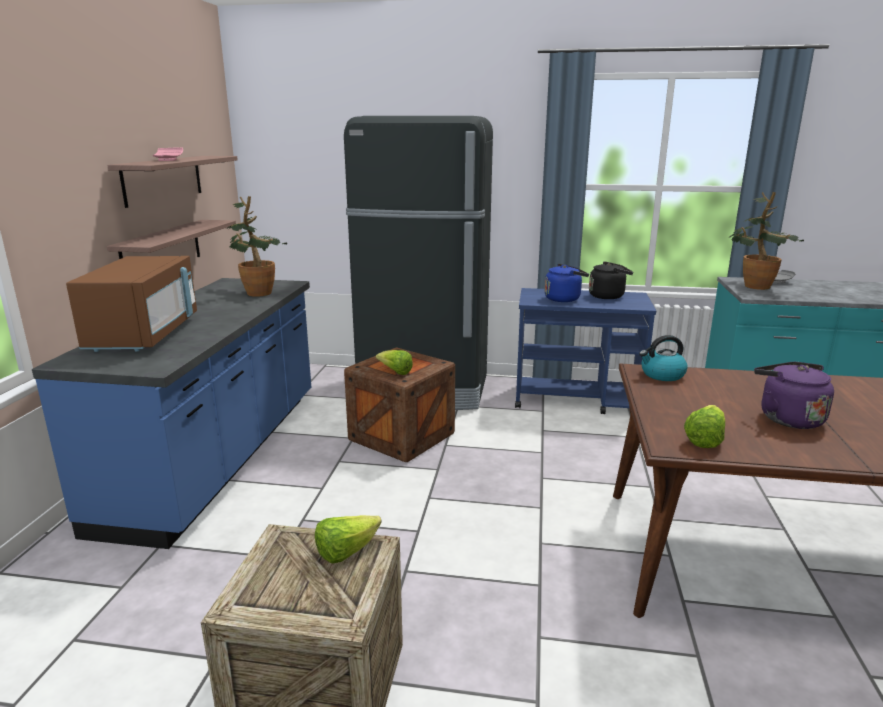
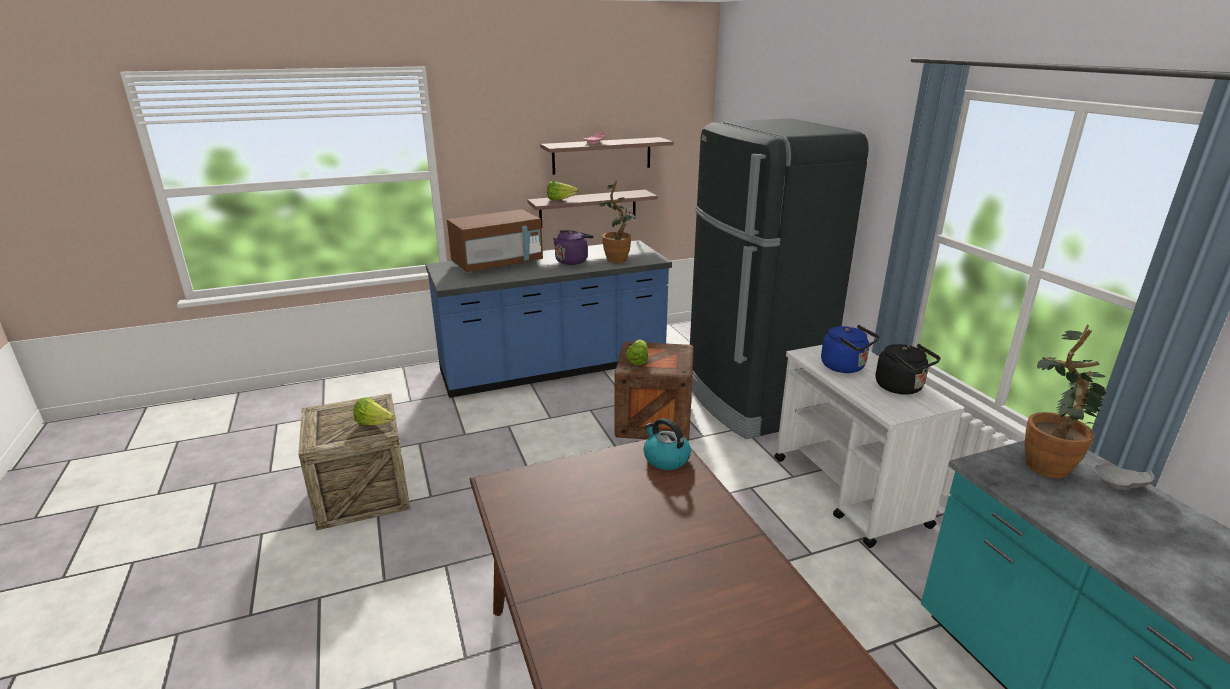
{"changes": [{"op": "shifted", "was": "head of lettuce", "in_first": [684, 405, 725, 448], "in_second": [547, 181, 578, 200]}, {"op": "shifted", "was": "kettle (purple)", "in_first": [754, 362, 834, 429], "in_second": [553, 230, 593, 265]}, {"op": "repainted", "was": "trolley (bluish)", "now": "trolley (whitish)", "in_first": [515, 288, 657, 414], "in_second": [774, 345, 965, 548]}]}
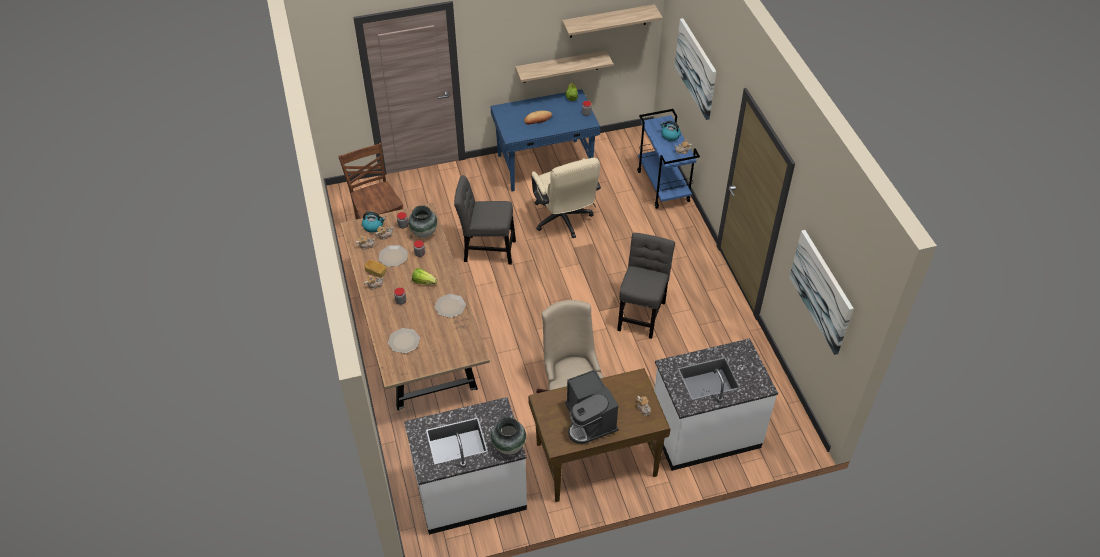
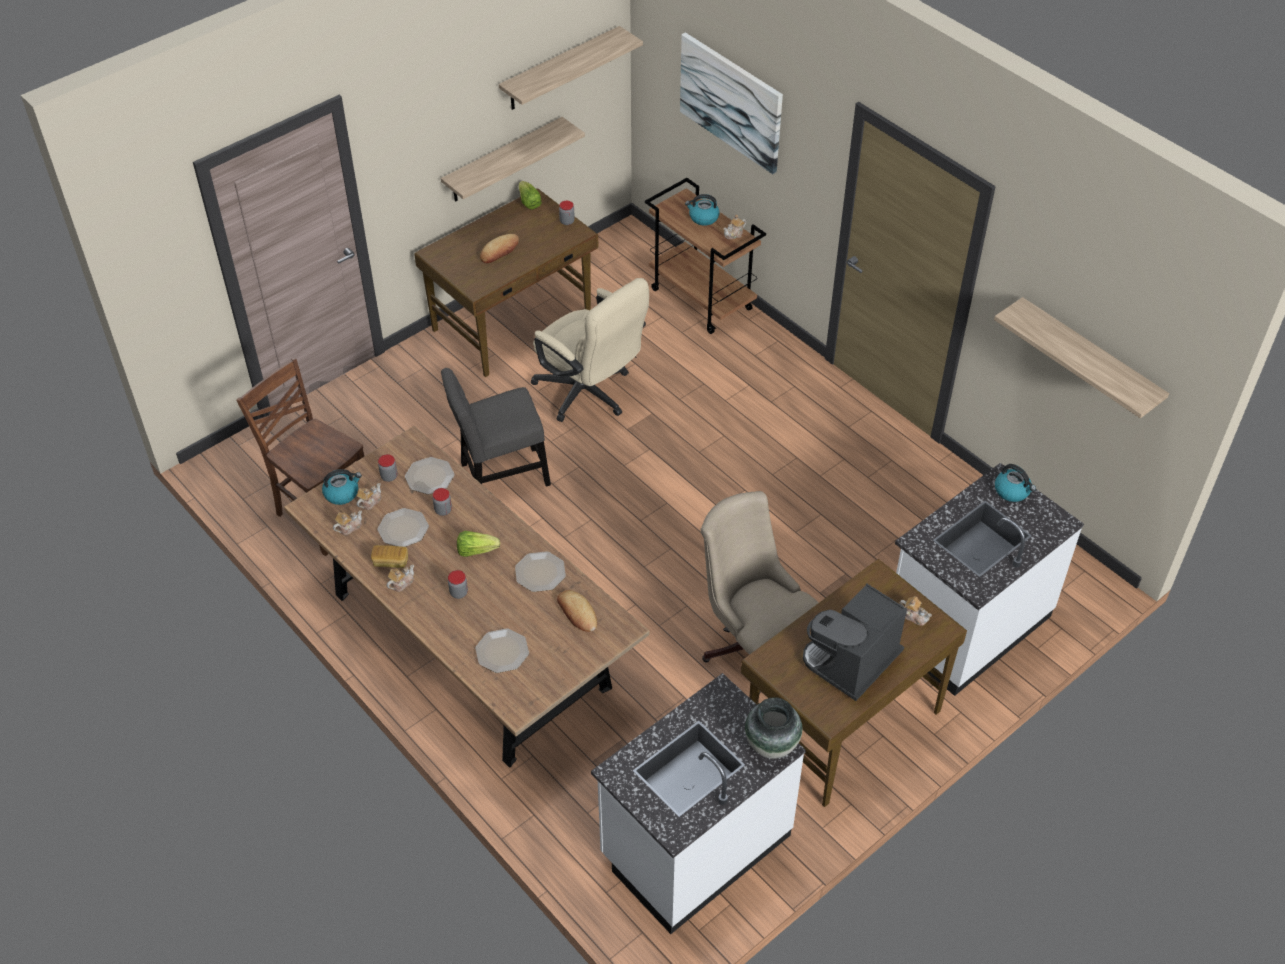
{"changes": [{"op": "swapped", "was": "decorative vase", "now": "plate", "in_first": [408, 205, 437, 238], "in_second": [405, 457, 455, 494]}, {"op": "repainted", "was": "desk (bluish)", "now": "desk (brownish)", "in_first": [491, 89, 600, 191], "in_second": [414, 188, 599, 377]}, {"op": "new", "now": "baked bread", "in_second": [557, 590, 597, 632]}, {"op": "repainted", "was": "trolley (bluish)", "now": "trolley (brownish)", "in_first": [637, 109, 700, 209], "in_second": [645, 178, 766, 334]}, {"op": "rotated", "was": "coffee maker", "in_first": [565, 370, 619, 444], "in_second": [803, 584, 907, 701], "clockwise": 90}, {"op": "swapped", "was": "picture", "now": "bracket shelf", "in_first": [789, 230, 854, 355], "in_second": [994, 297, 1169, 418]}, {"op": "new", "now": "kettle", "in_second": [995, 464, 1036, 502]}, {"op": "gone", "was": "upright chair (grey)", "in_first": [617, 233, 675, 339]}]}
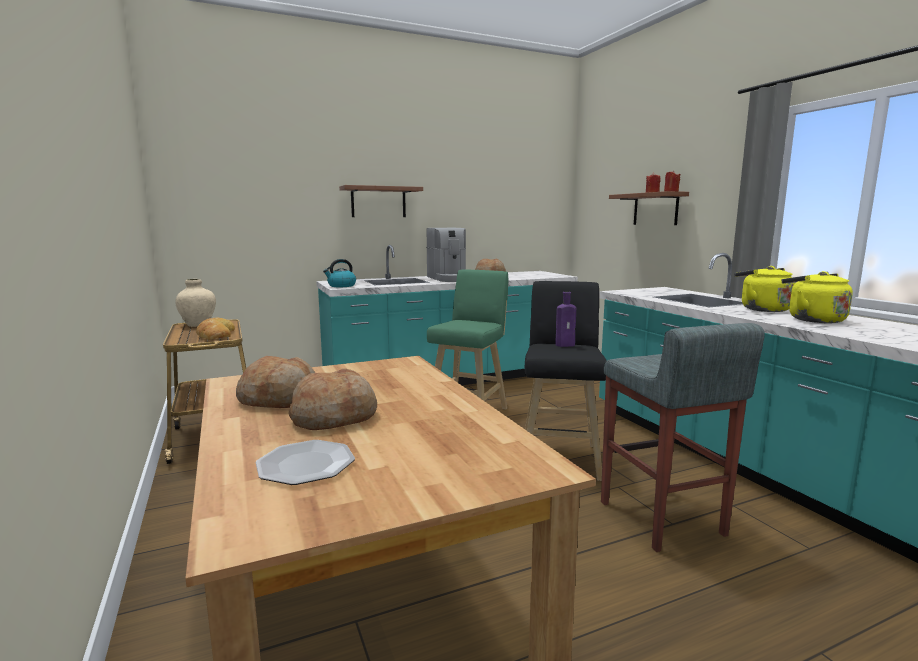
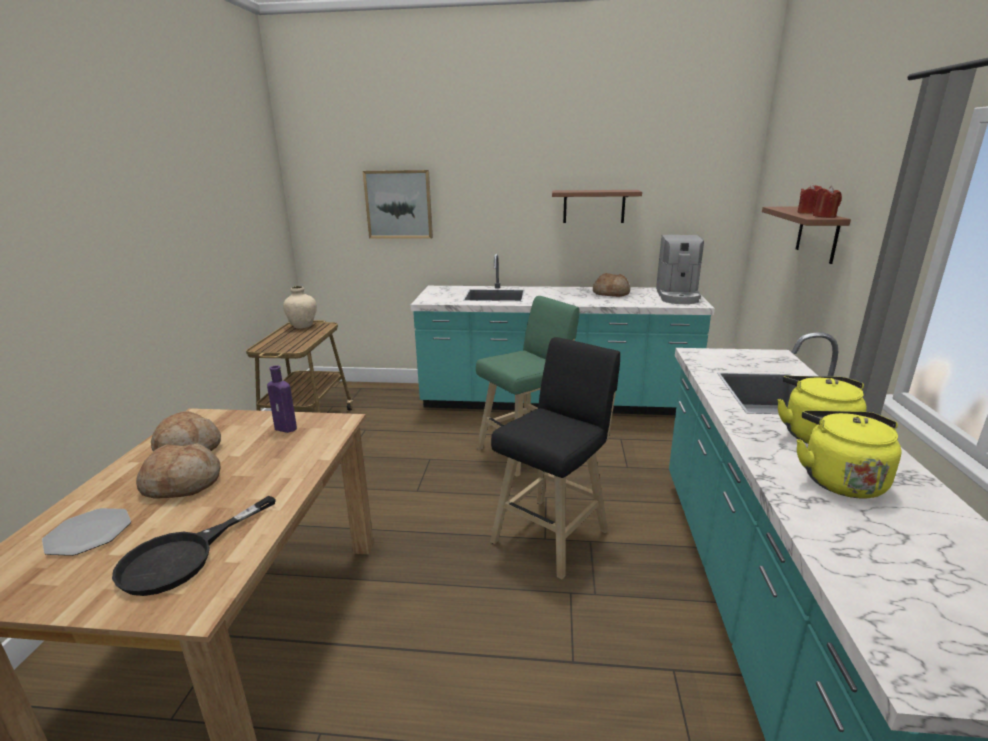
{"changes": [{"op": "new", "now": "pan (black-coloured)", "in_second": [112, 496, 276, 596]}, {"op": "shifted", "was": "drink bottle (purple)", "in_first": [555, 292, 576, 347], "in_second": [267, 366, 297, 433]}, {"op": "new", "now": "picture", "in_second": [363, 170, 433, 239]}, {"op": "shifted", "was": "bracket shelf (brownish)", "in_first": [339, 185, 423, 217], "in_second": [552, 190, 642, 223]}, {"op": "shifted", "was": "coffee maker", "in_first": [426, 228, 466, 282], "in_second": [656, 235, 704, 304]}, {"op": "gone", "was": "baked bread", "in_first": [196, 318, 235, 340]}, {"op": "gone", "was": "kettle", "in_first": [323, 259, 356, 287]}, {"op": "gone", "was": "sitting stool (grey)", "in_first": [601, 323, 765, 552]}]}
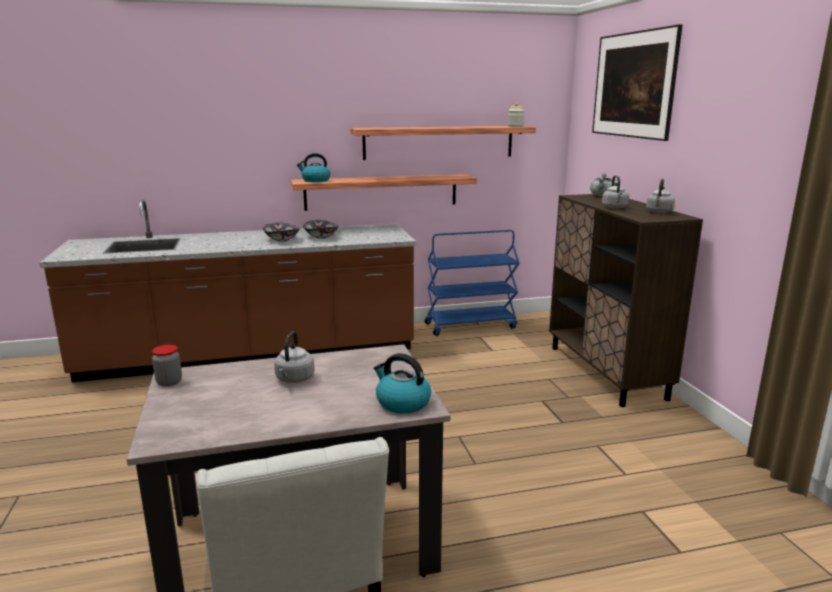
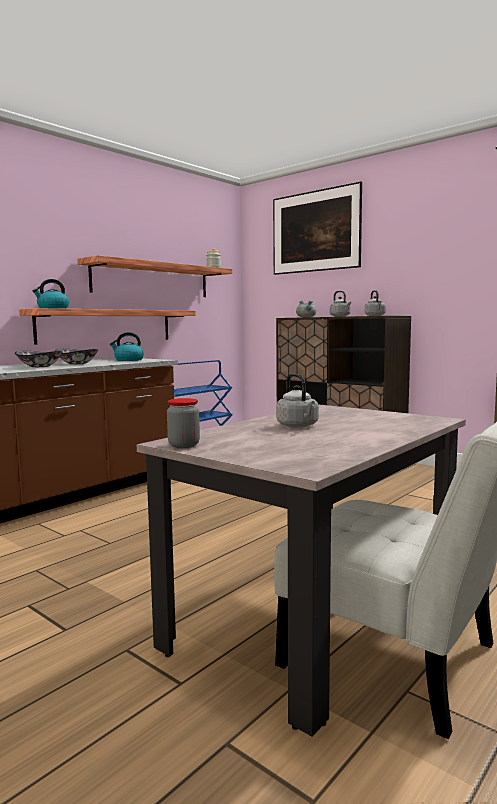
{"changes": [{"op": "shifted", "was": "kettle", "in_first": [374, 353, 431, 414], "in_second": [110, 332, 144, 361]}]}
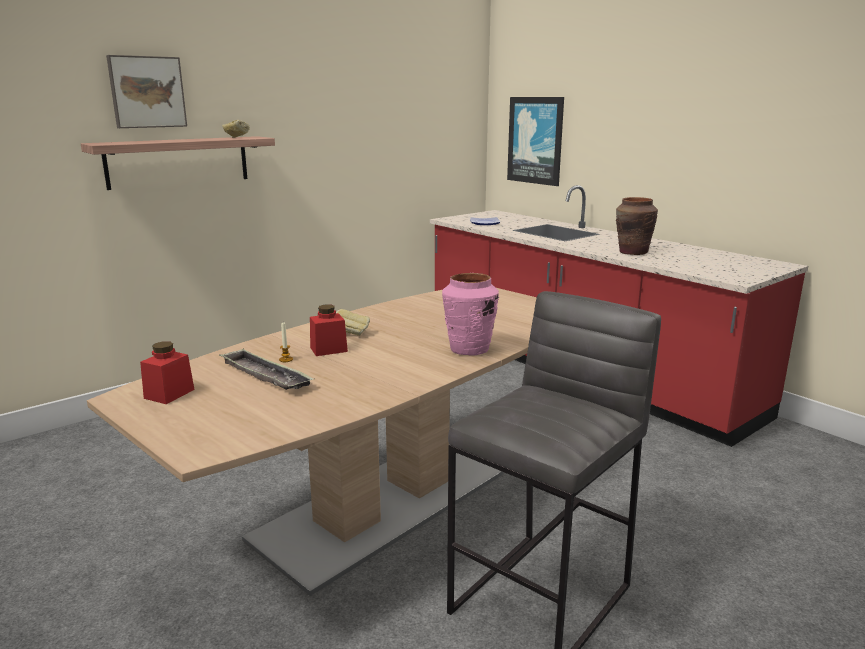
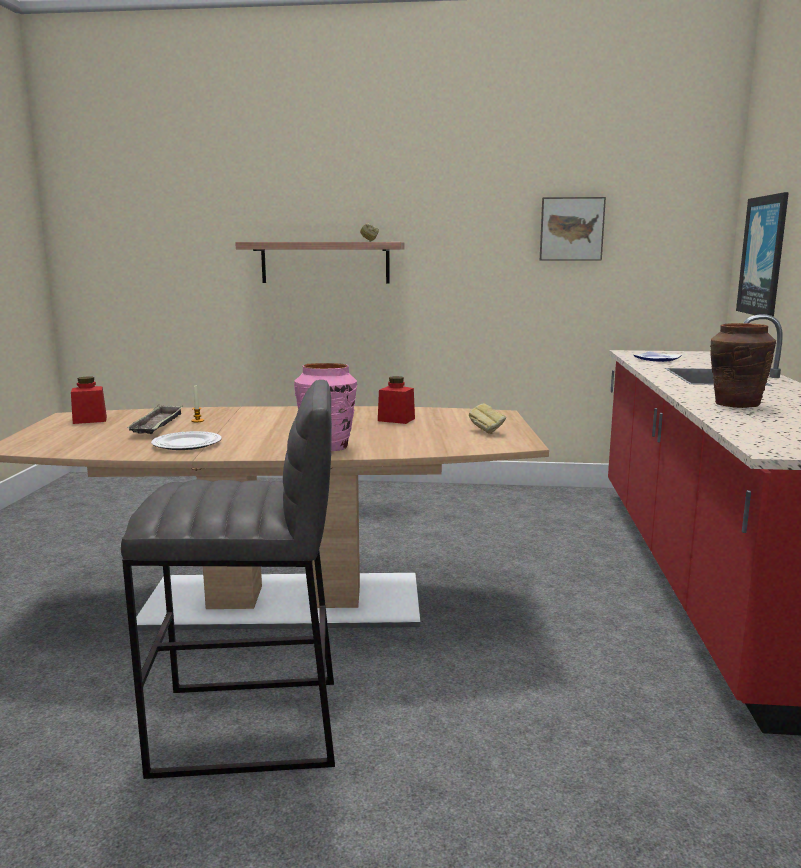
{"changes": [{"op": "new", "now": "plate", "in_second": [151, 431, 222, 450]}, {"op": "shifted", "was": "preserve jar (red-coloured)", "in_first": [310, 305, 348, 356], "in_second": [378, 376, 415, 424]}, {"op": "shifted", "was": "baked bread", "in_first": [336, 309, 370, 336], "in_second": [469, 404, 506, 434]}, {"op": "shifted", "was": "picture", "in_first": [106, 55, 187, 128], "in_second": [540, 197, 606, 261]}]}
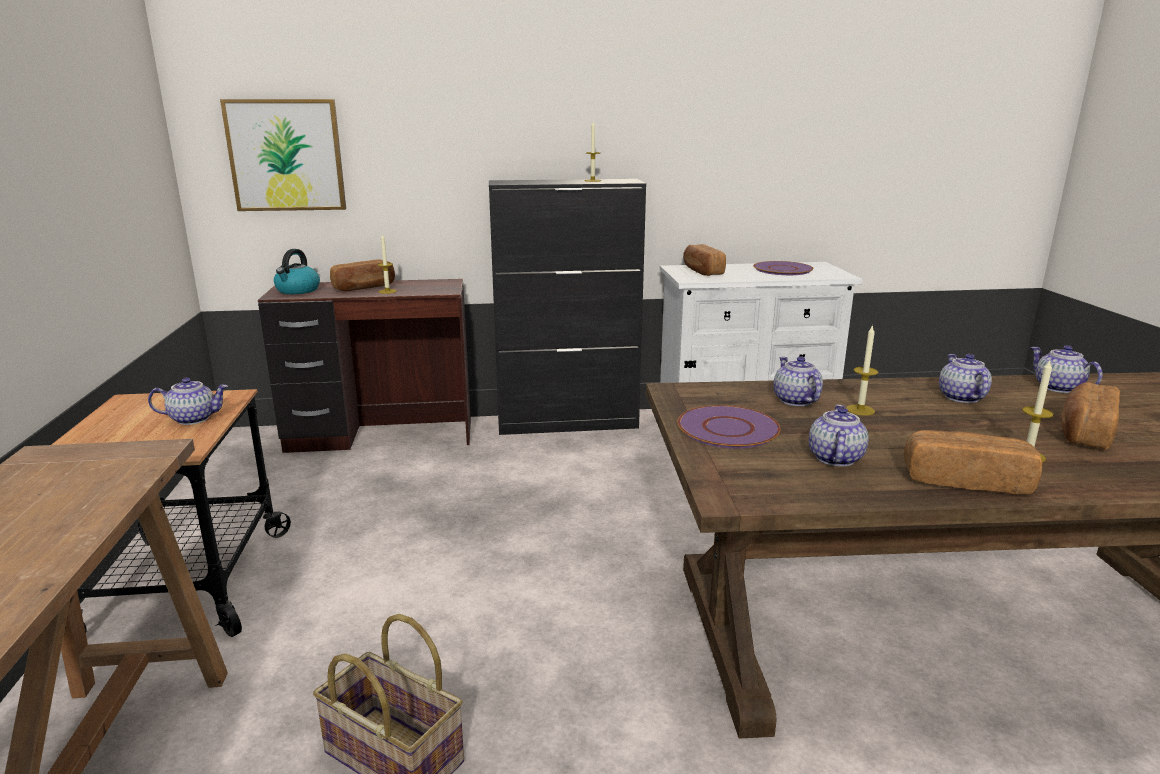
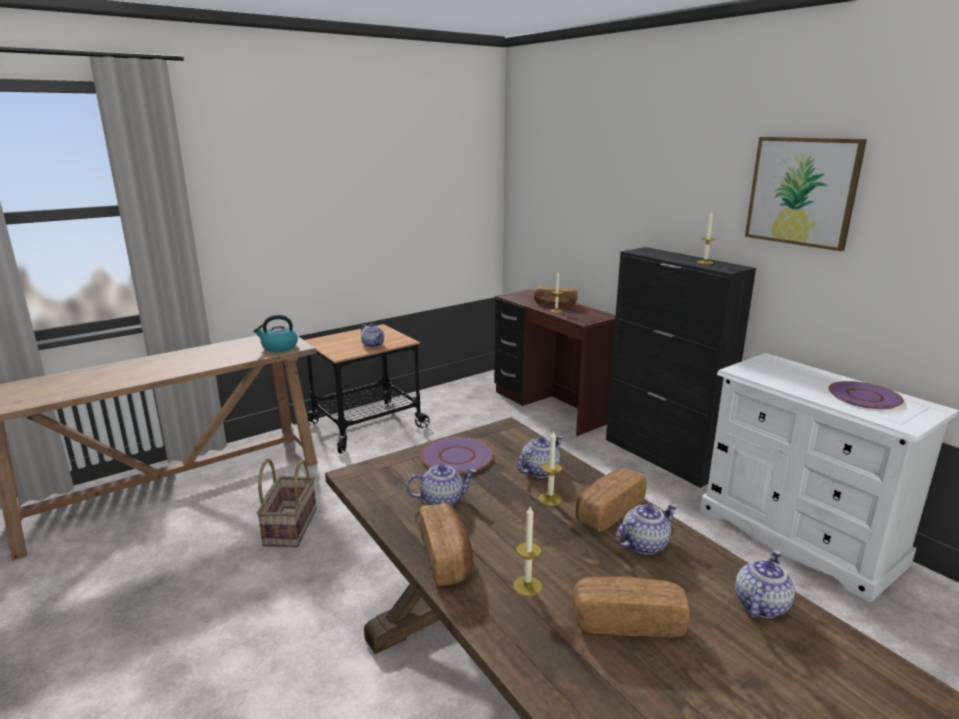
{"changes": [{"op": "shifted", "was": "kettle", "in_first": [274, 249, 320, 294], "in_second": [254, 315, 298, 352]}, {"op": "shifted", "was": "baked bread", "in_first": [683, 244, 726, 276], "in_second": [576, 468, 647, 532]}, {"op": "shifted", "was": "picture", "in_first": [220, 99, 346, 211], "in_second": [745, 137, 867, 251]}]}
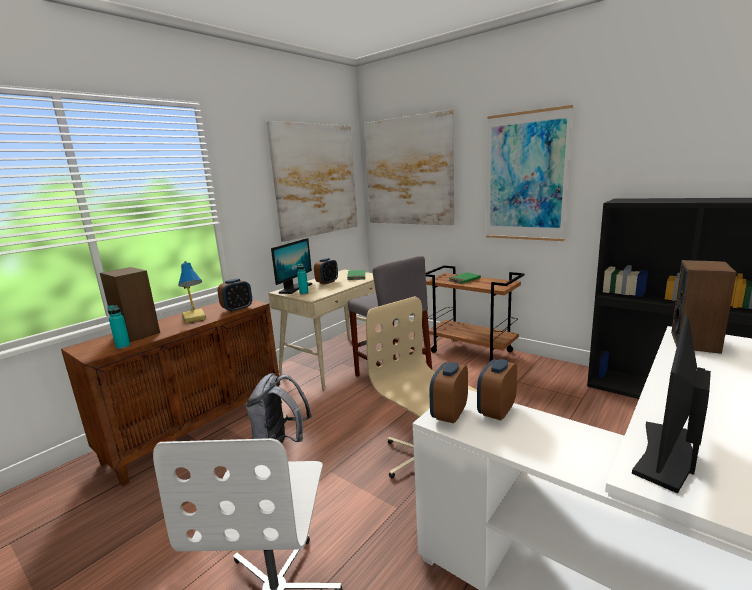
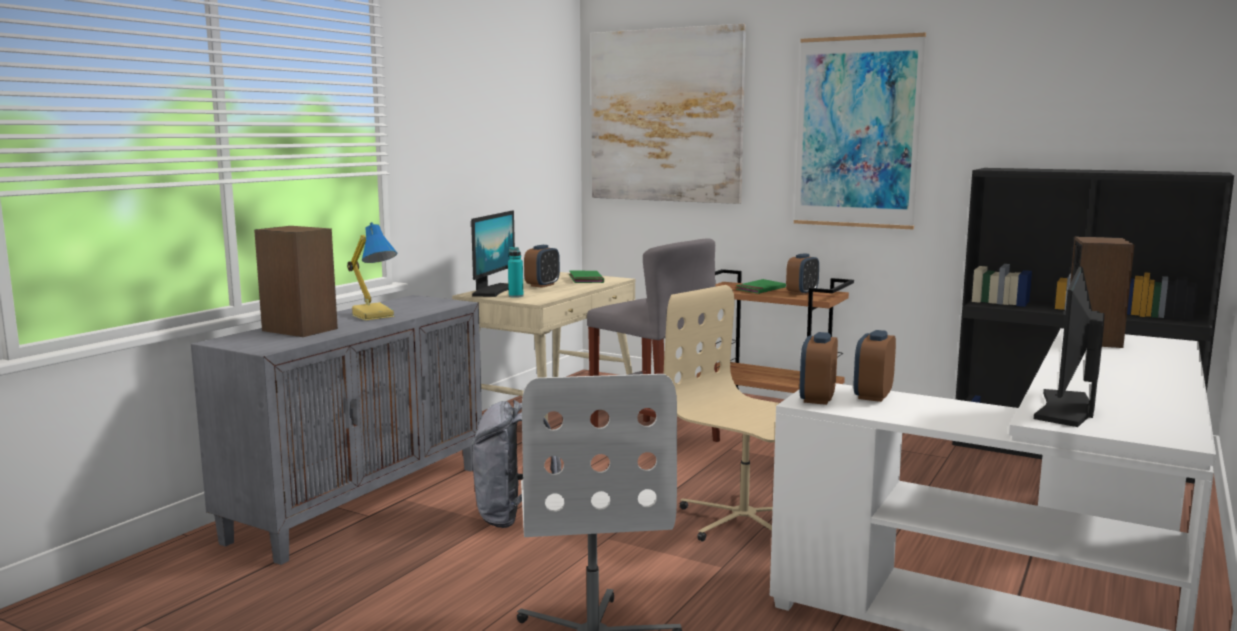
{"changes": [{"op": "repainted", "was": "cupboard (brownish)", "now": "cupboard (grey)", "in_first": [61, 300, 280, 486], "in_second": [191, 295, 482, 565]}, {"op": "shifted", "was": "alarm clock", "in_first": [218, 278, 252, 312], "in_second": [786, 253, 819, 295]}, {"op": "gone", "was": "drink bottle (blue-green)", "in_first": [108, 305, 130, 349]}, {"op": "gone", "was": "picture", "in_first": [267, 121, 358, 242]}]}
